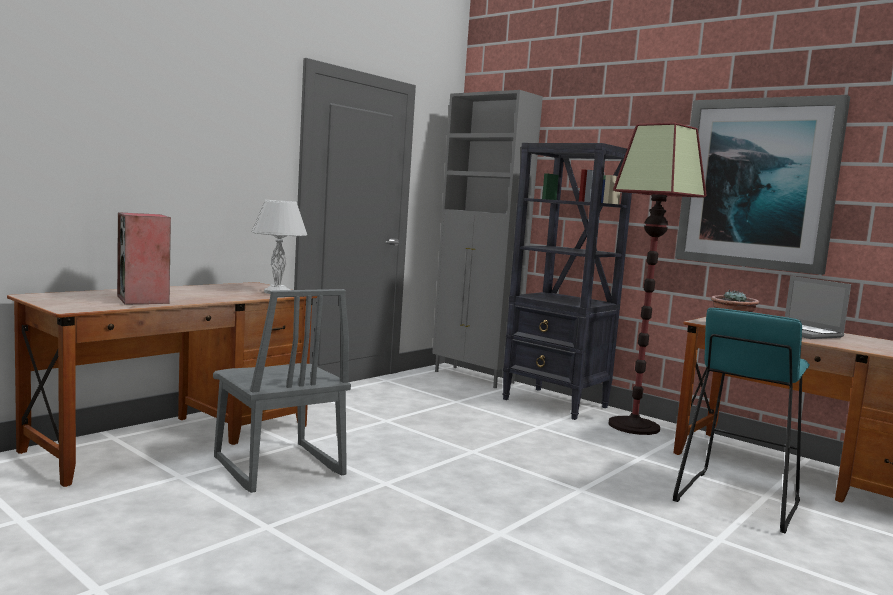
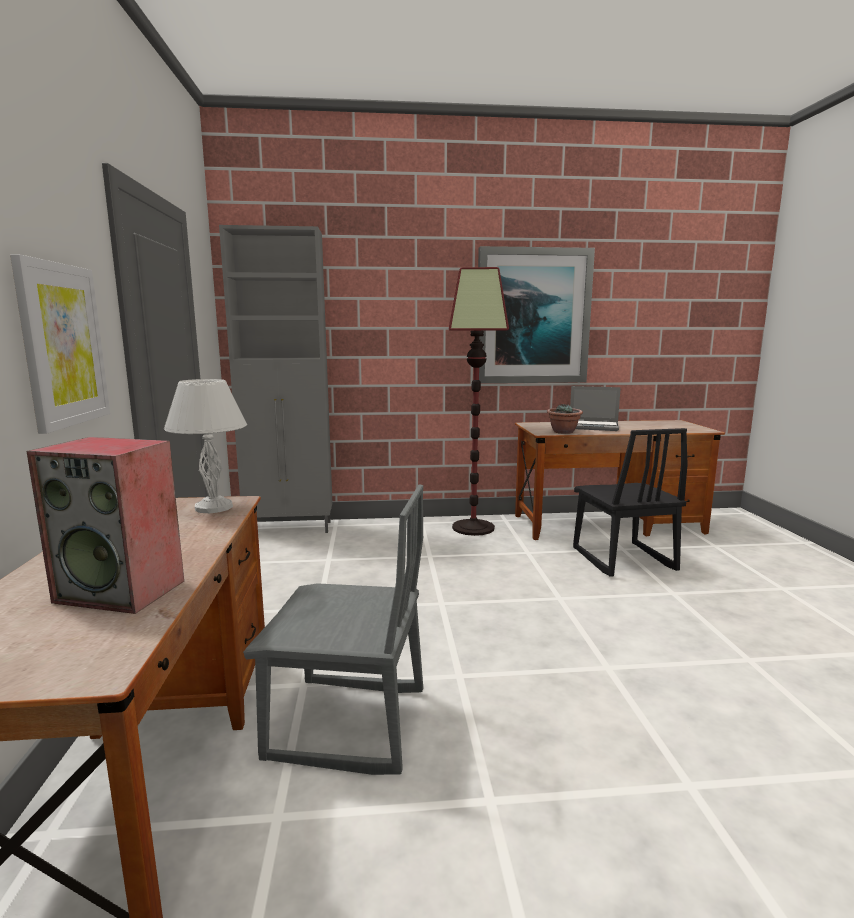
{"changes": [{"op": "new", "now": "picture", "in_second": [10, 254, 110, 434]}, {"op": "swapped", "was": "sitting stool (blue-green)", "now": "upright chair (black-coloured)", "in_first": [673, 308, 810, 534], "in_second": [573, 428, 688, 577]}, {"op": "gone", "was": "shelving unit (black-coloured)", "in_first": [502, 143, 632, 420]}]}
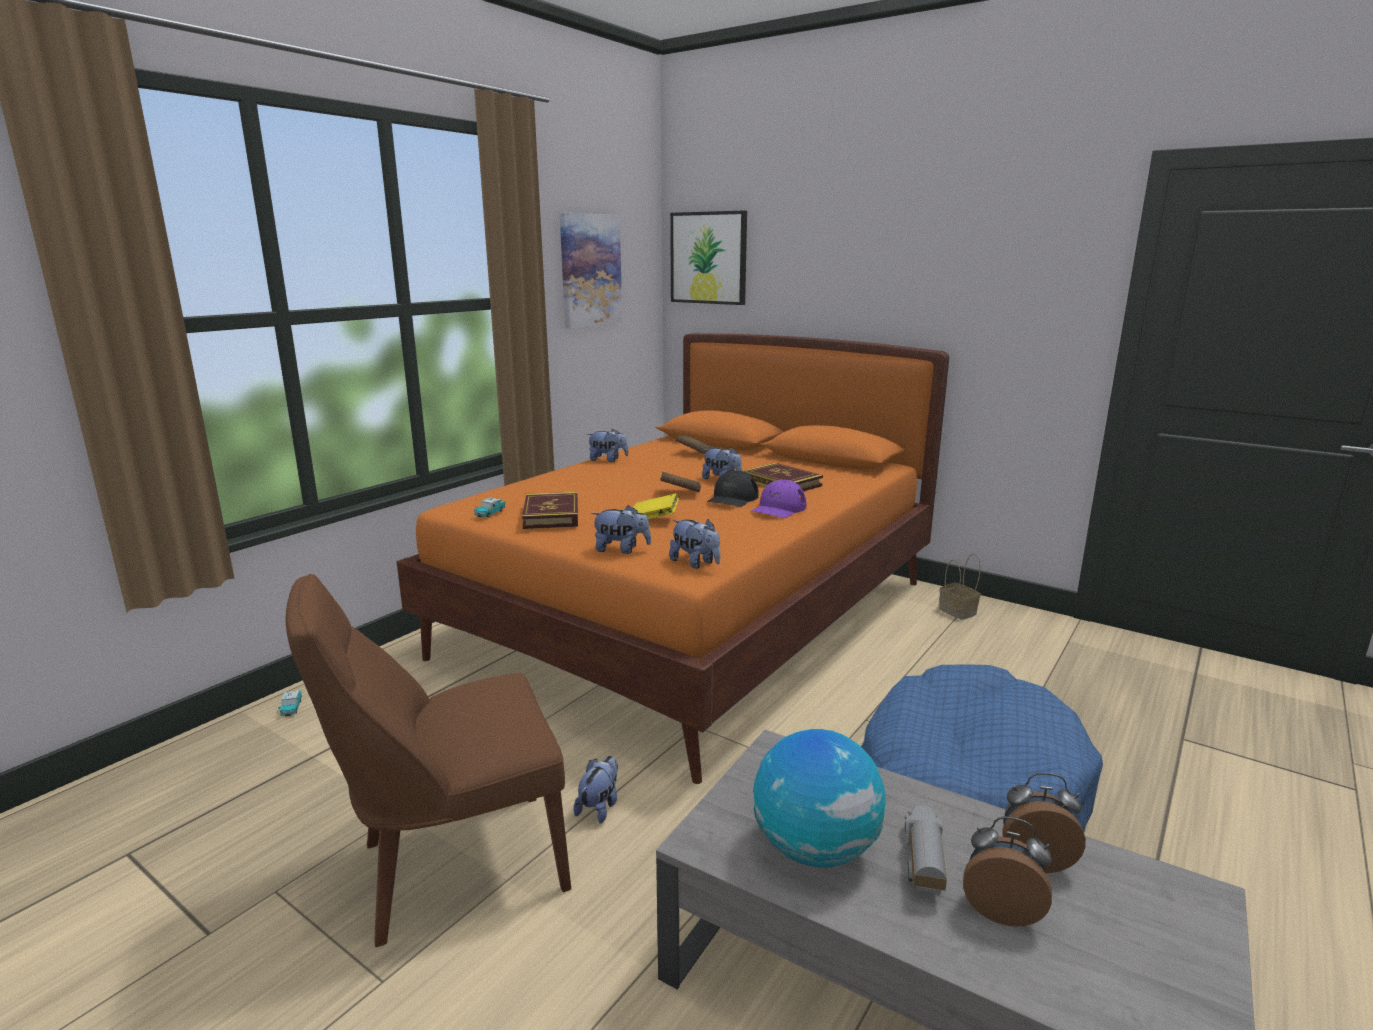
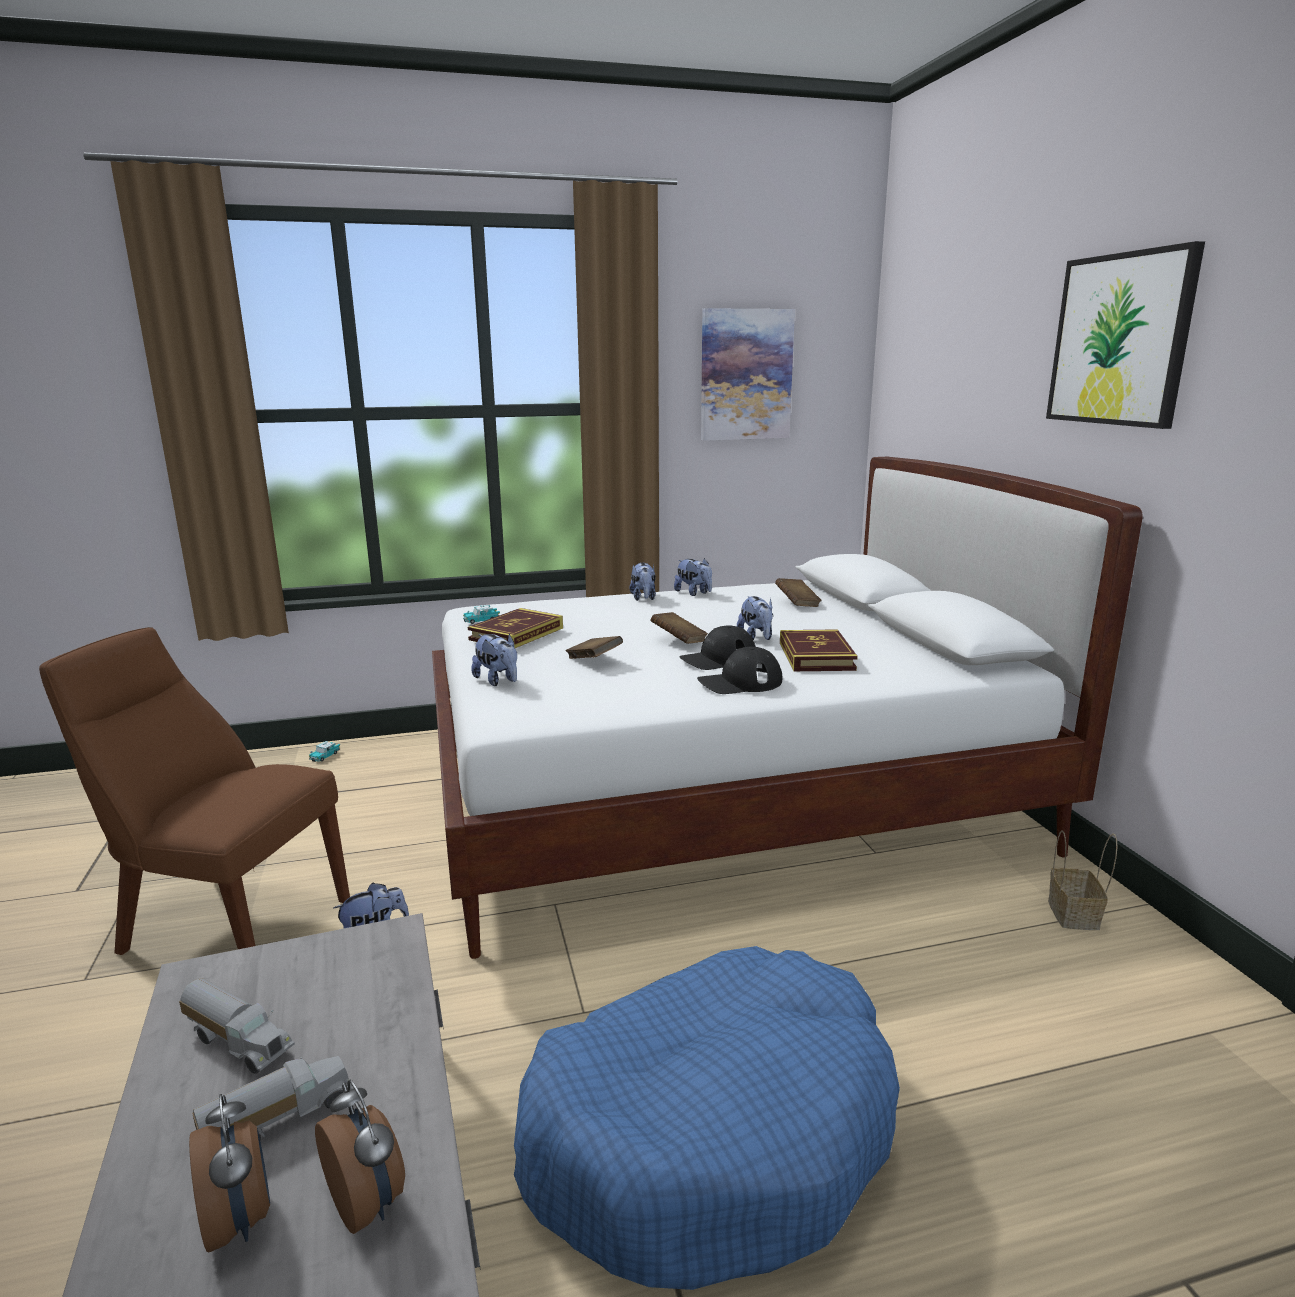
{"changes": [{"op": "swapped", "was": "globe", "now": "model truck", "in_first": [753, 729, 886, 867], "in_second": [179, 979, 295, 1074]}, {"op": "repainted", "was": "sleeping bed (orange)", "now": "sleeping bed (whitish)", "in_first": [396, 333, 949, 784], "in_second": [432, 457, 1143, 959]}, {"op": "repainted", "was": "volume (yellow)", "now": "volume (brownish)", "in_first": [634, 493, 679, 519], "in_second": [566, 636, 623, 659]}, {"op": "shifted", "was": "soft toy", "in_first": [669, 519, 721, 569], "in_second": [629, 563, 656, 601]}, {"op": "repainted", "was": "peaked cap (purple)", "now": "peaked cap (black-coloured)", "in_first": [751, 480, 806, 518], "in_second": [697, 647, 782, 694]}, {"op": "shifted", "was": "picture", "in_first": [670, 211, 747, 305], "in_second": [1046, 241, 1205, 429]}]}
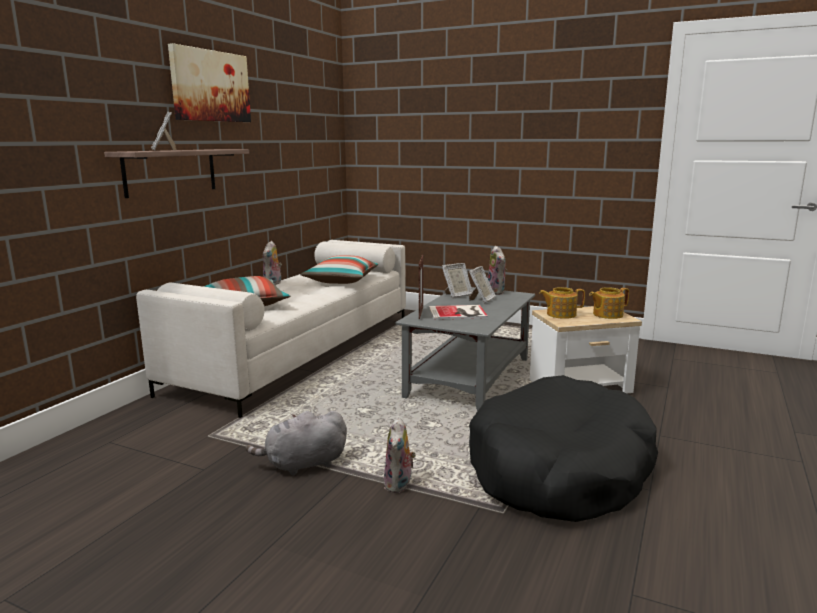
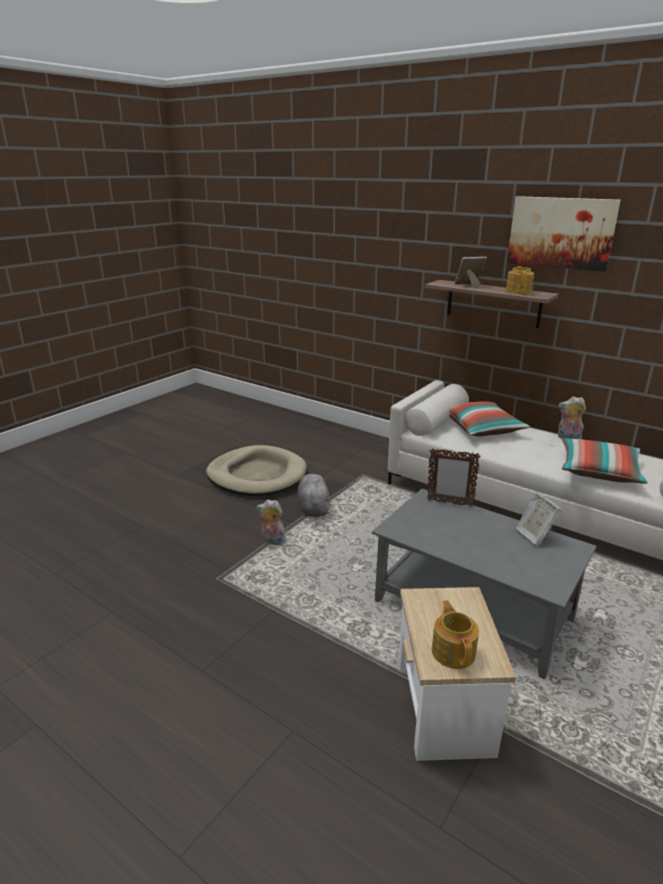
{"changes": [{"op": "new", "now": "dog bed (beige)", "in_second": [206, 445, 307, 496]}, {"op": "shifted", "was": "teapot", "in_first": [539, 287, 585, 319], "in_second": [506, 266, 534, 294]}, {"op": "gone", "was": "volume", "in_first": [429, 305, 488, 320]}, {"op": "gone", "was": "standing frame", "in_first": [469, 266, 496, 303]}, {"op": "gone", "was": "dog bed (black-coloured)", "in_first": [469, 375, 658, 522]}, {"op": "gone", "was": "soft toy", "in_first": [487, 246, 508, 295]}]}
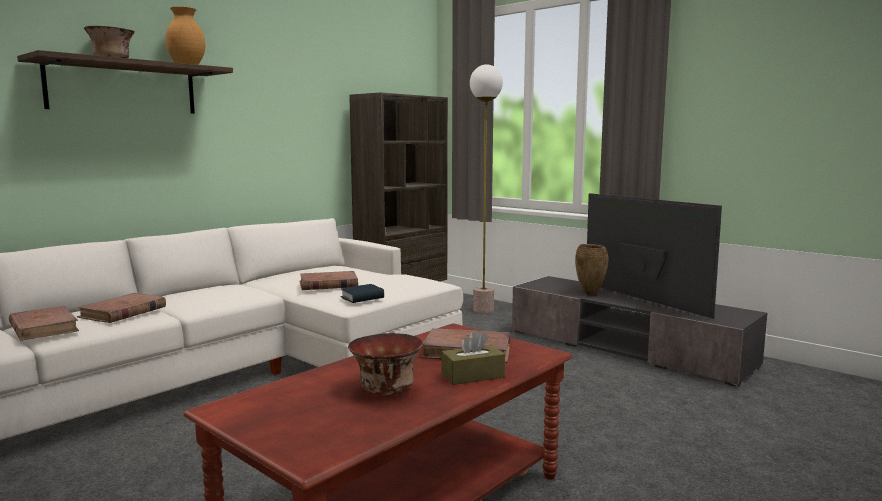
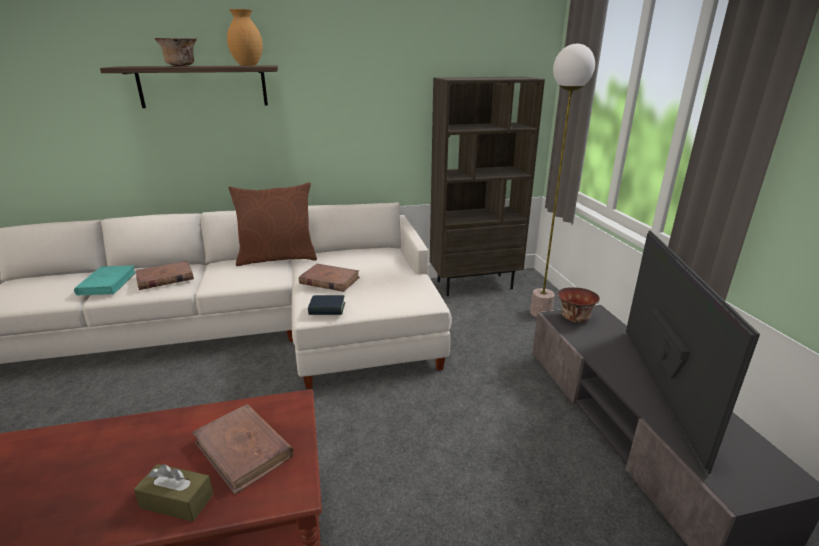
{"changes": [{"op": "repainted", "was": "volume (brownish)", "now": "volume (blue-green)", "in_first": [9, 306, 79, 341], "in_second": [74, 265, 136, 295]}, {"op": "new", "now": "throw pillow (brownish)", "in_second": [228, 182, 317, 266]}, {"op": "shifted", "was": "deep dish", "in_first": [348, 333, 423, 395], "in_second": [558, 287, 600, 323]}, {"op": "gone", "was": "decorative vase (brownish)", "in_first": [575, 244, 608, 295]}]}
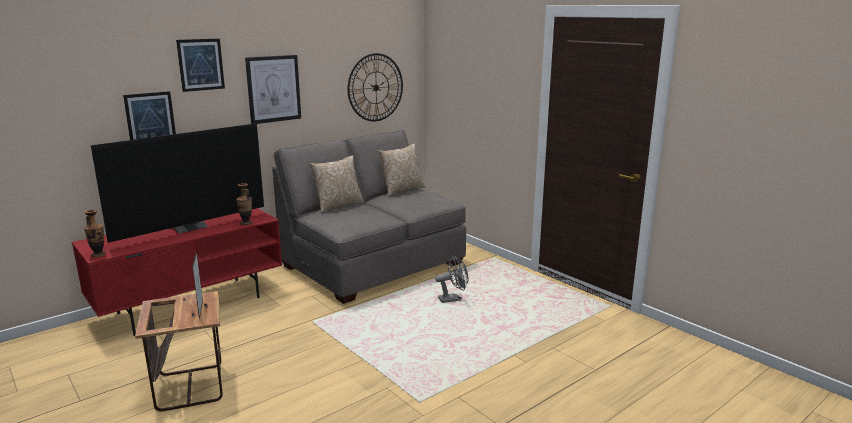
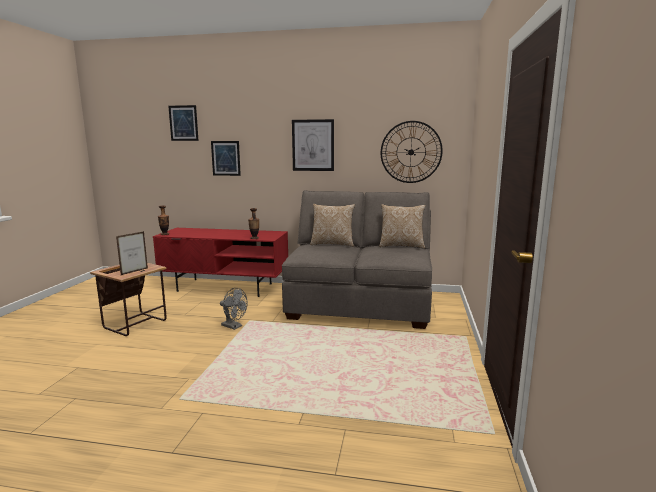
{"changes": [{"op": "shifted", "was": "picture", "in_first": [176, 39, 225, 92], "in_second": [168, 105, 199, 141]}, {"op": "shifted", "was": "fan (grey)", "in_first": [435, 256, 468, 303], "in_second": [220, 288, 248, 330]}, {"op": "gone", "was": "TV", "in_first": [91, 123, 264, 243]}]}
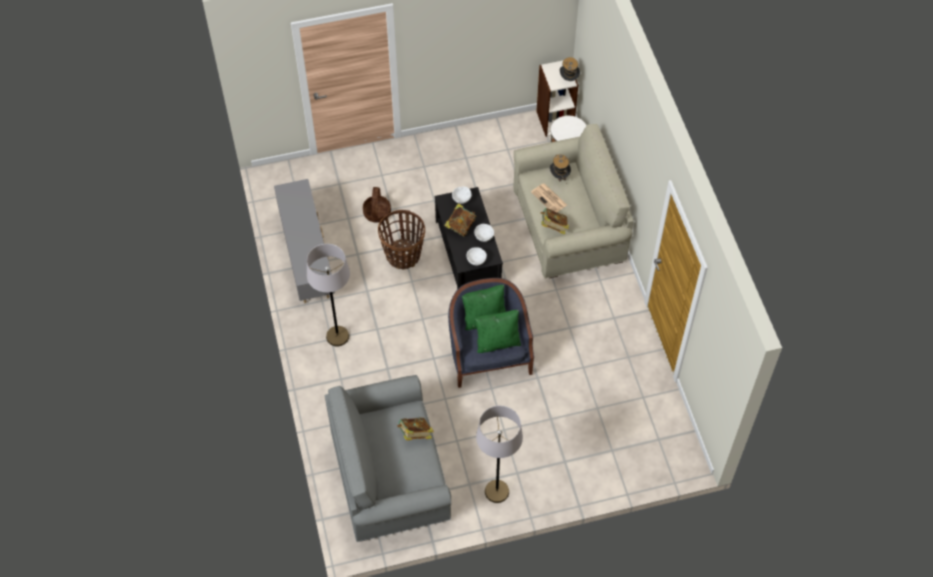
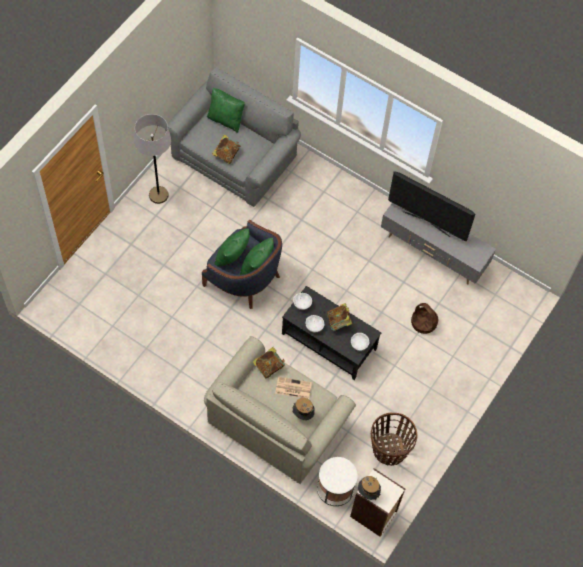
{"changes": [{"op": "new", "now": "throw pillow (green-coloured)", "in_second": [207, 88, 245, 133]}, {"op": "shifted", "was": "storage basket", "in_first": [378, 210, 425, 270], "in_second": [371, 413, 417, 466]}, {"op": "new", "now": "TV", "in_second": [388, 171, 475, 241]}, {"op": "gone", "was": "standing lamp (grey)", "in_first": [307, 244, 350, 346]}]}
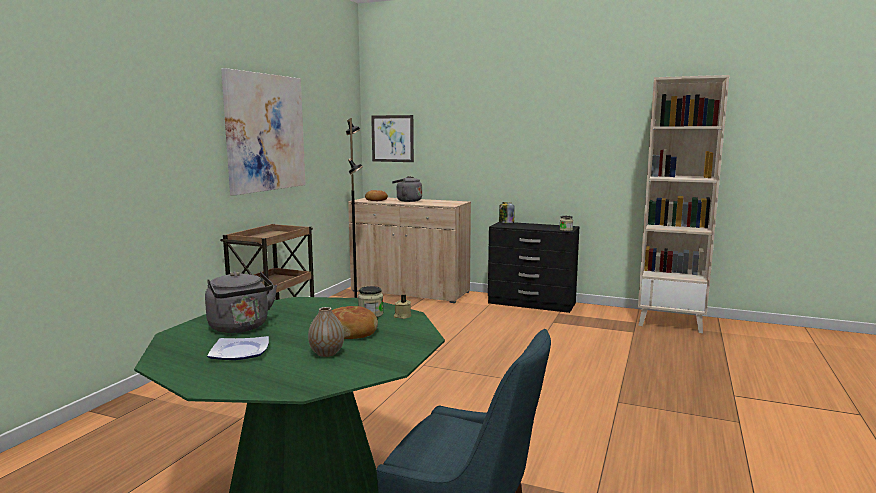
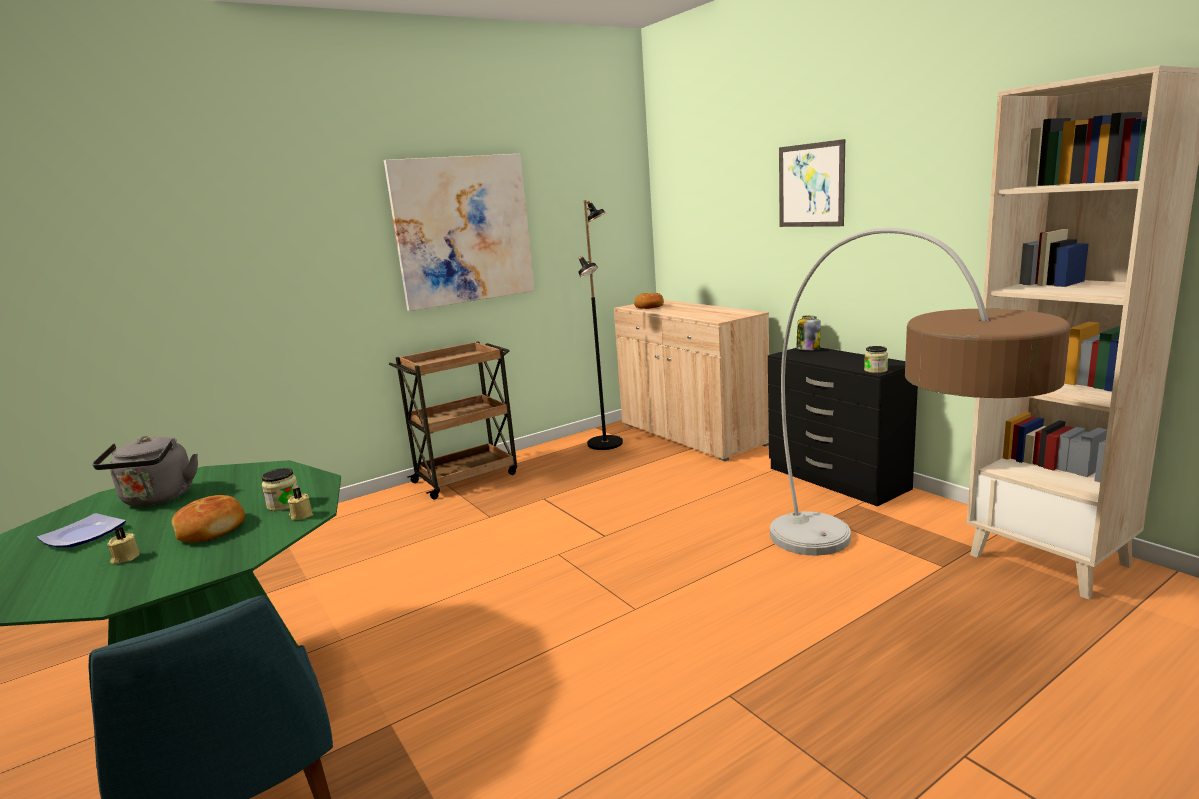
{"changes": [{"op": "swapped", "was": "decorative vase", "now": "candle (beige)", "in_first": [308, 307, 344, 357], "in_second": [107, 527, 140, 565]}, {"op": "new", "now": "standing lamp", "in_second": [770, 228, 1071, 556]}, {"op": "shifted", "was": "picture", "in_first": [371, 115, 414, 162], "in_second": [779, 139, 845, 227]}, {"op": "gone", "was": "kettle (grey)", "in_first": [392, 176, 422, 202]}]}
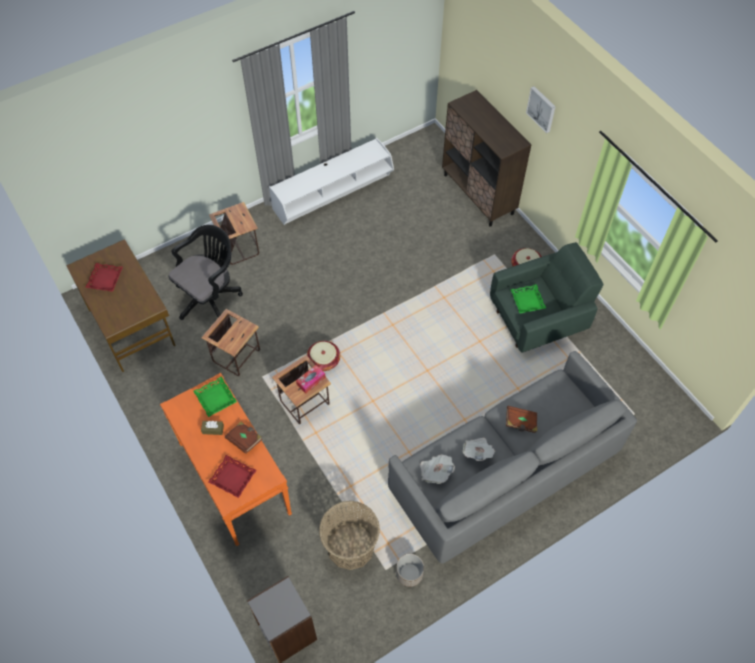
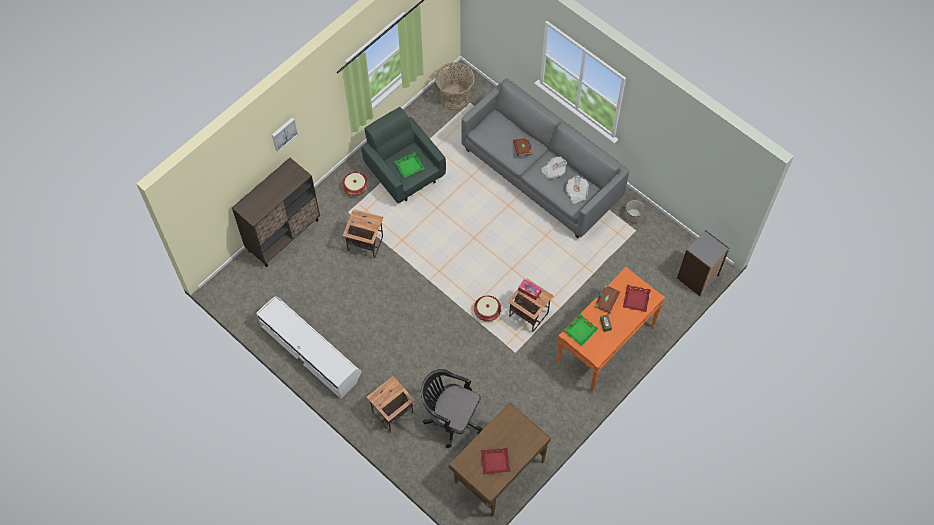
{"changes": [{"op": "shifted", "was": "accent table", "in_first": [201, 309, 260, 376], "in_second": [343, 209, 383, 258]}, {"op": "shifted", "was": "storage basket", "in_first": [319, 501, 380, 570], "in_second": [435, 62, 475, 110]}]}
